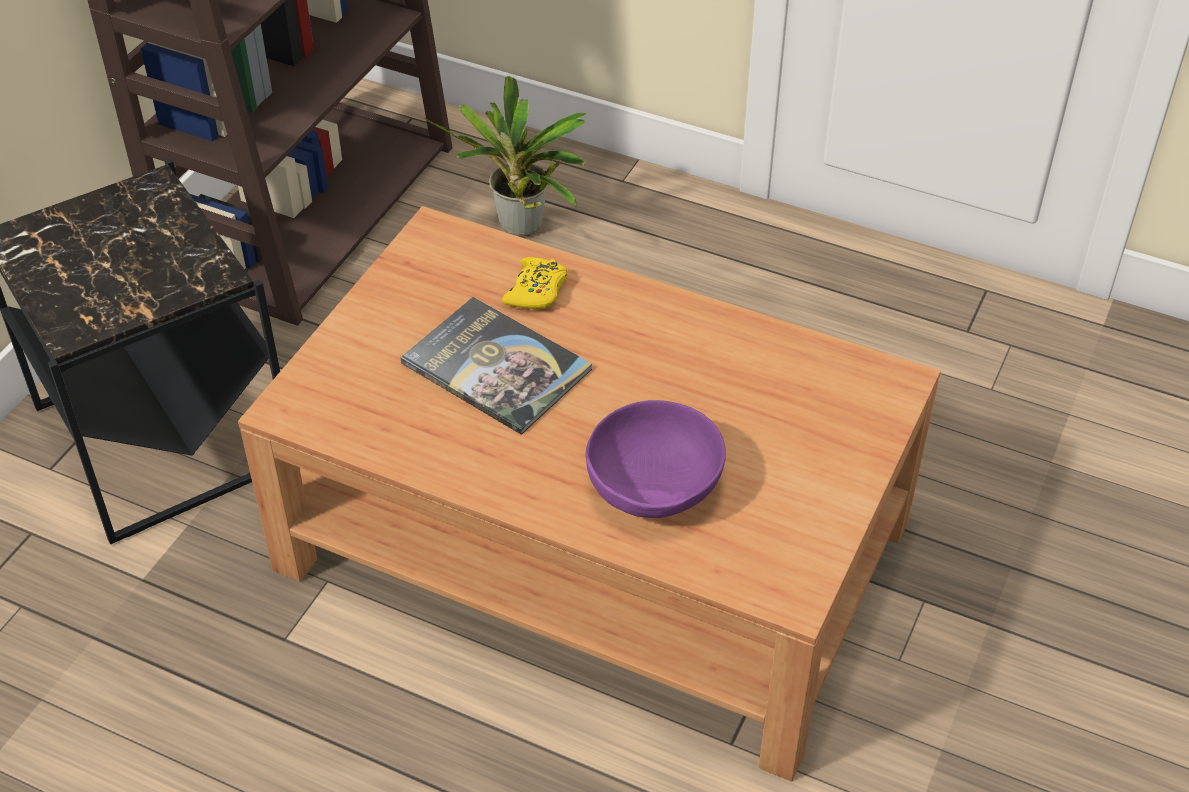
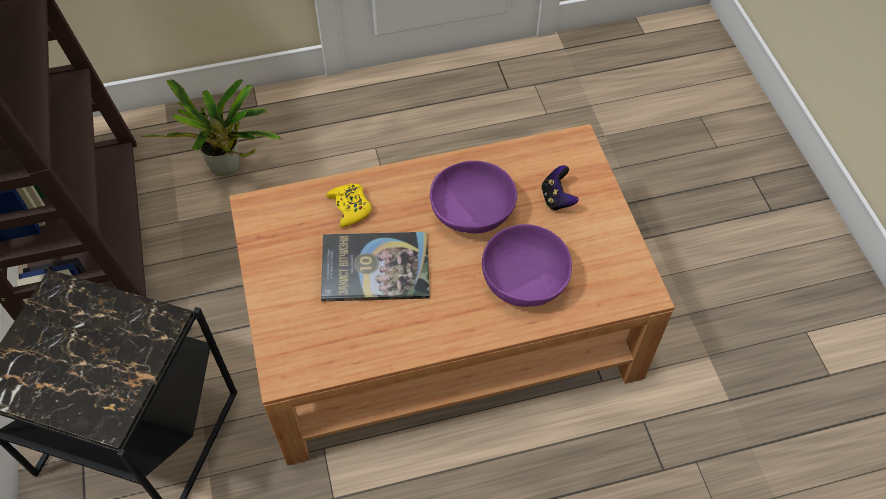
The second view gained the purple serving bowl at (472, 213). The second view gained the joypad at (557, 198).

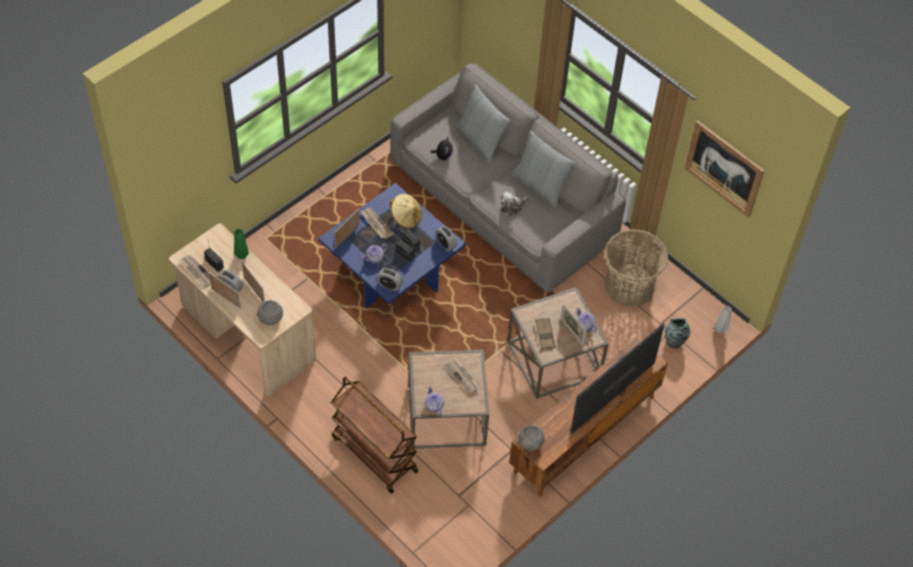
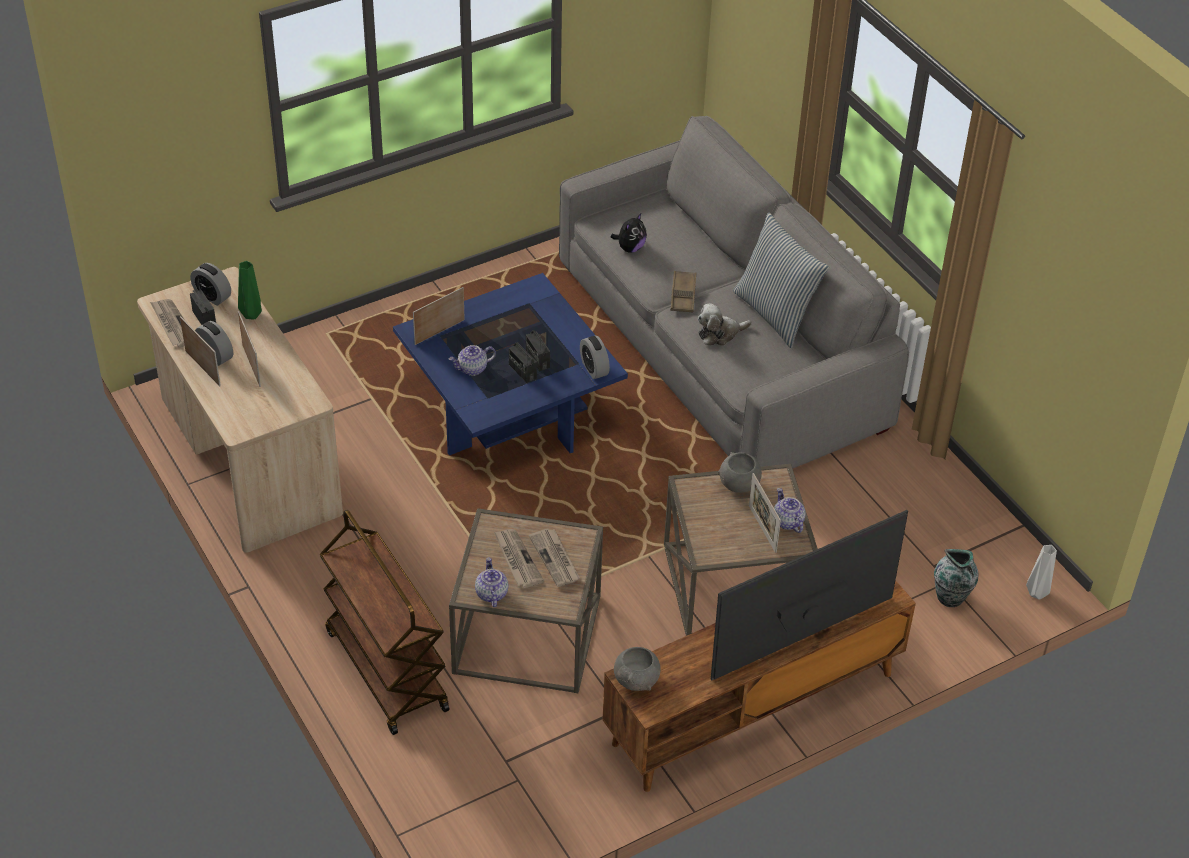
The second view lost the beige-coloured wearable hat at (406, 218). The second view lost the cushion at (481, 141). The second view lost the household basket at (629, 285). The second view lost the wall picture at (724, 168). The grey serving bowl ended up elsewhere, having gone from (270, 318) to (739, 484). The printed paper ended up elsewhere, having gone from (376, 224) to (516, 559). The alarm clock ended up elsewhere, having gone from (389, 285) to (212, 296). The brown tray ended up elsewhere, having gone from (545, 335) to (683, 295).

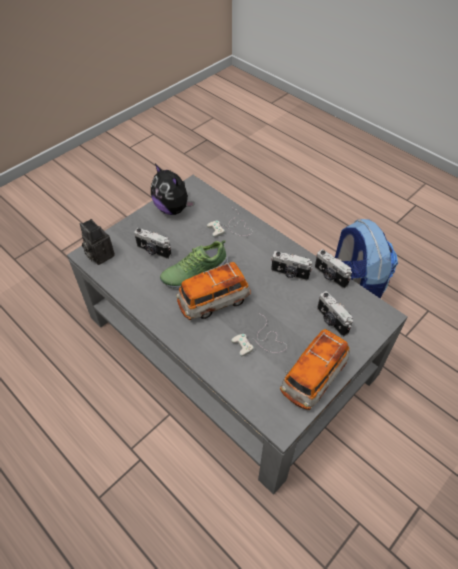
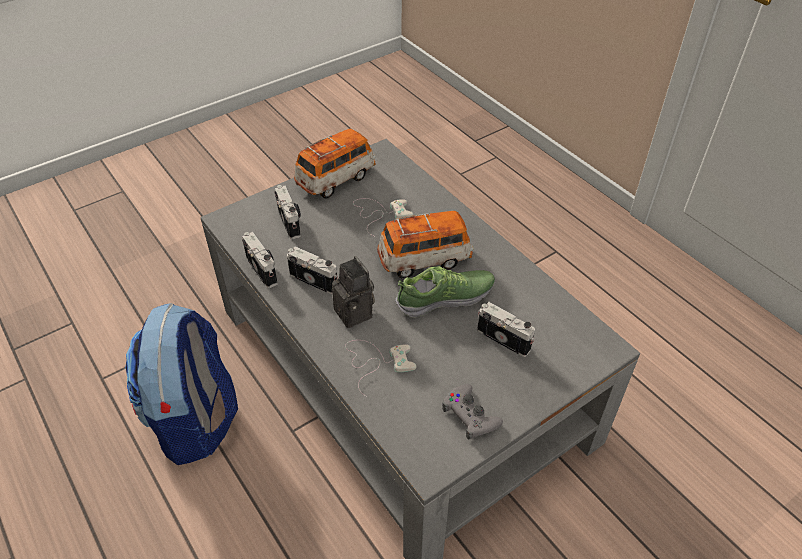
The photo camera ended up elsewhere, having gone from (99, 255) to (356, 314). Where the soft toy stood at (173, 208), the grey joypad came to stand at (470, 415).

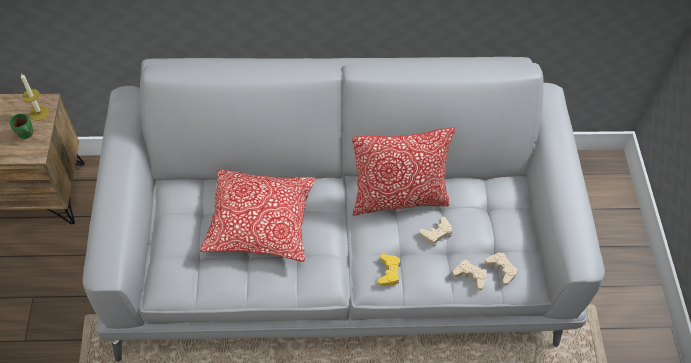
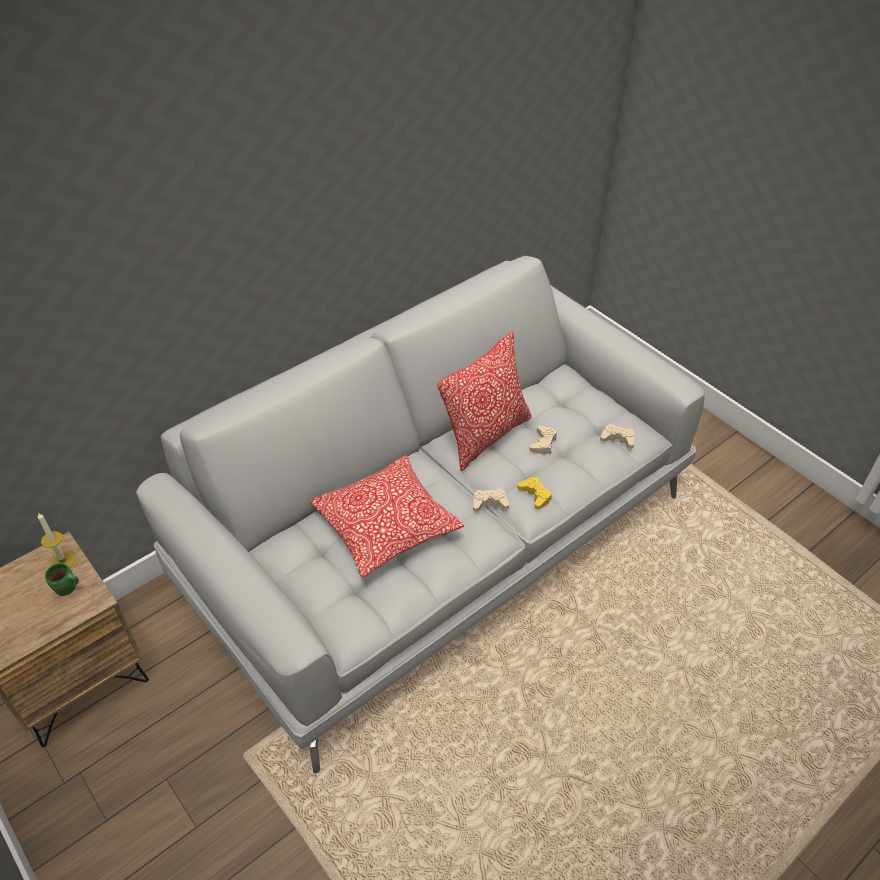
The beige-coloured joypad ended up elsewhere, having gone from (470, 276) to (489, 503).

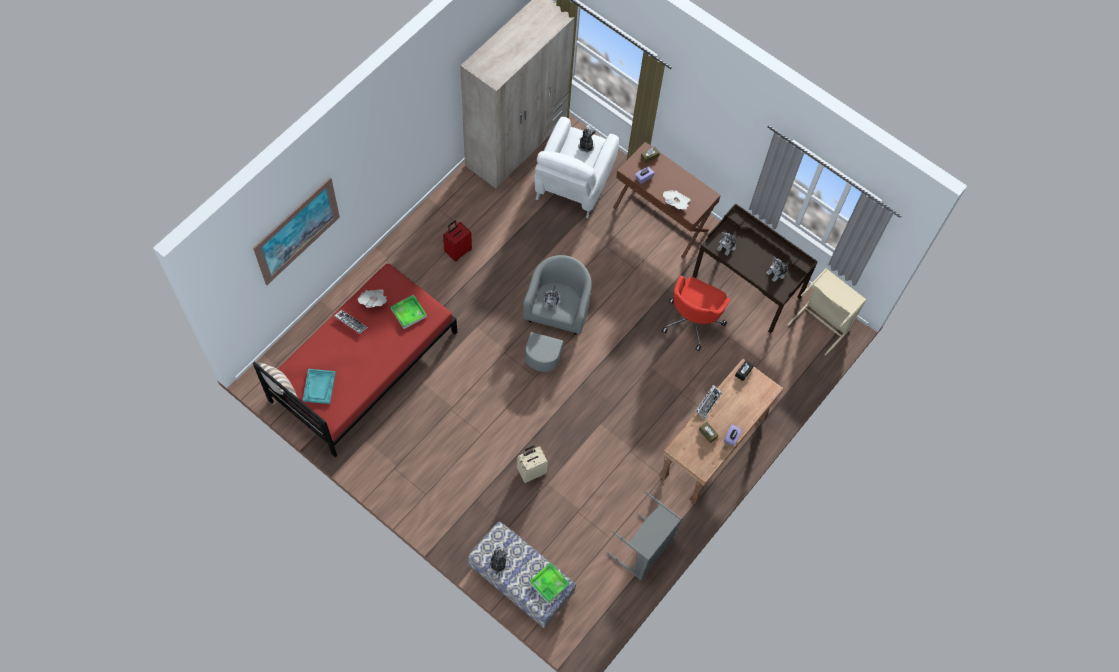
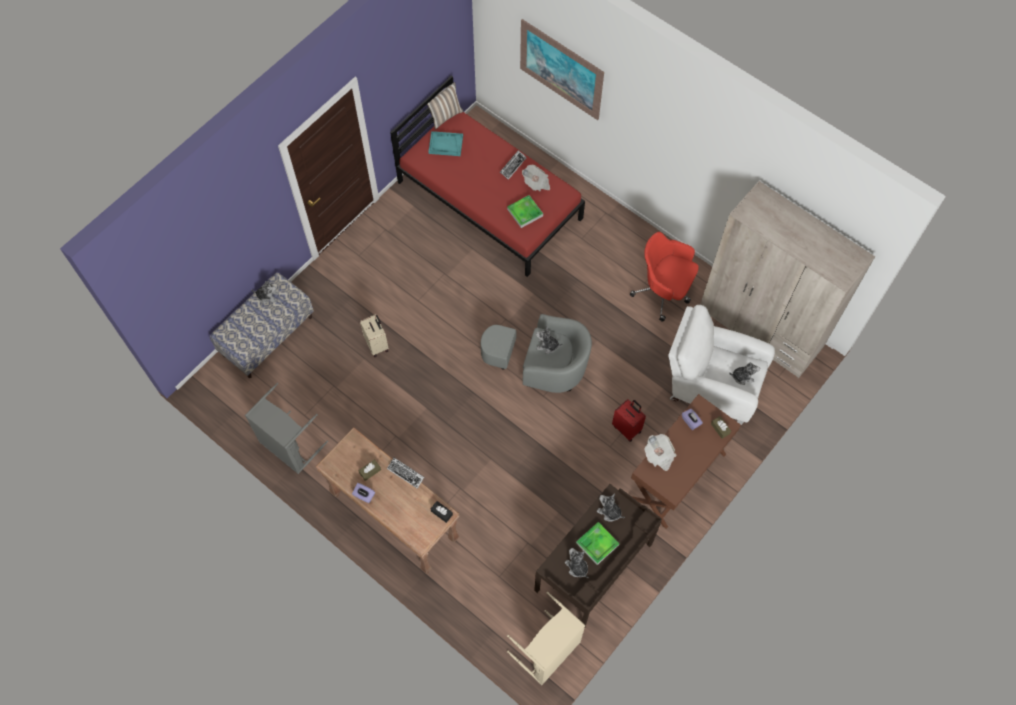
The red suitcase ended up elsewhere, having gone from (458, 251) to (627, 428). The tray ended up elsewhere, having gone from (549, 583) to (597, 544). The red desk chair ended up elsewhere, having gone from (693, 320) to (663, 291).

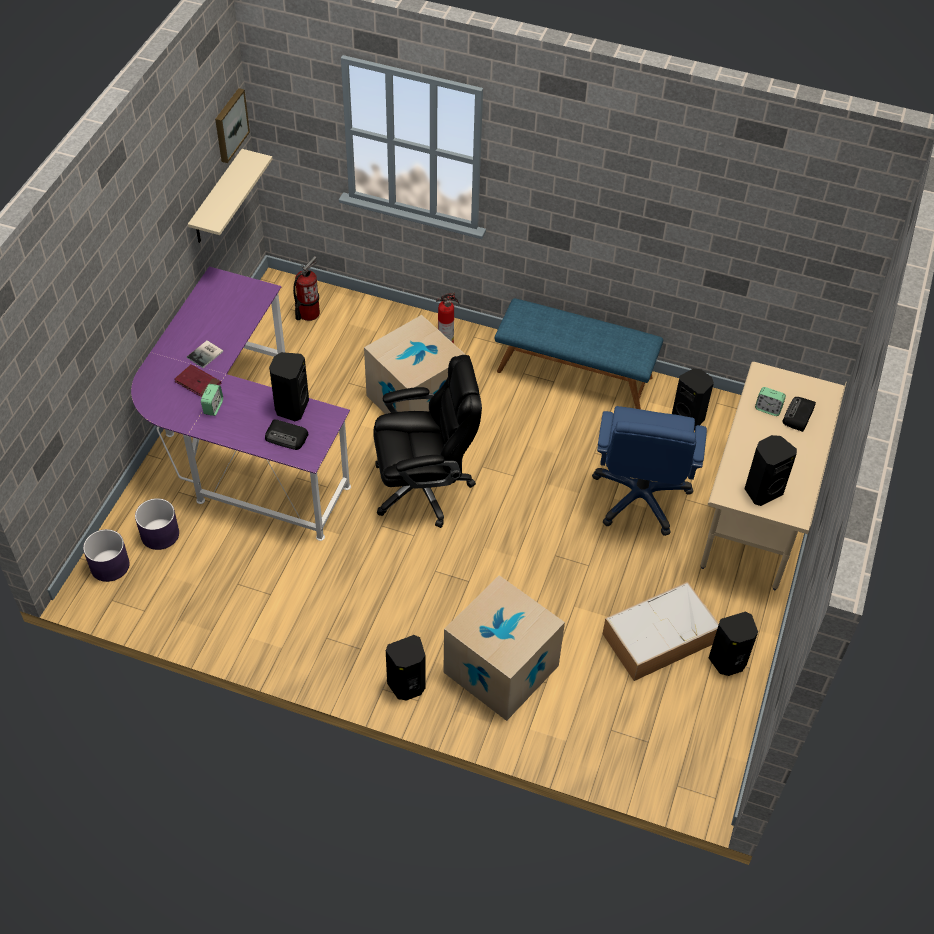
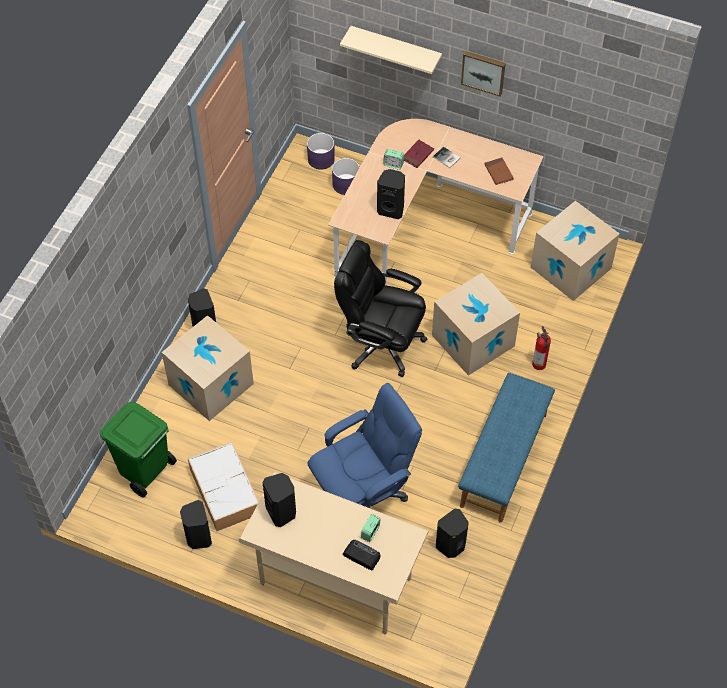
The second view lost the radio receiver at (287, 437). The second view gained the green waste bin at (145, 471). The second view gained the brown volume at (498, 172). The beige-coloured shelf ended up elsewhere, having gone from (217, 198) to (395, 49). The wall picture ended up elsewhere, having gone from (230, 125) to (483, 72). Where the extinguisher stood at (308, 313), the carton came to stand at (570, 268). What was the purple desk at (240, 448) turned into the beige-coloured desk at (424, 227). The black desk chair at (424, 487) ended up facing another way, 120 degrees clockwise from before. The bluish desk chair at (640, 497) ended up facing another way, 135 degrees clockwise from before.

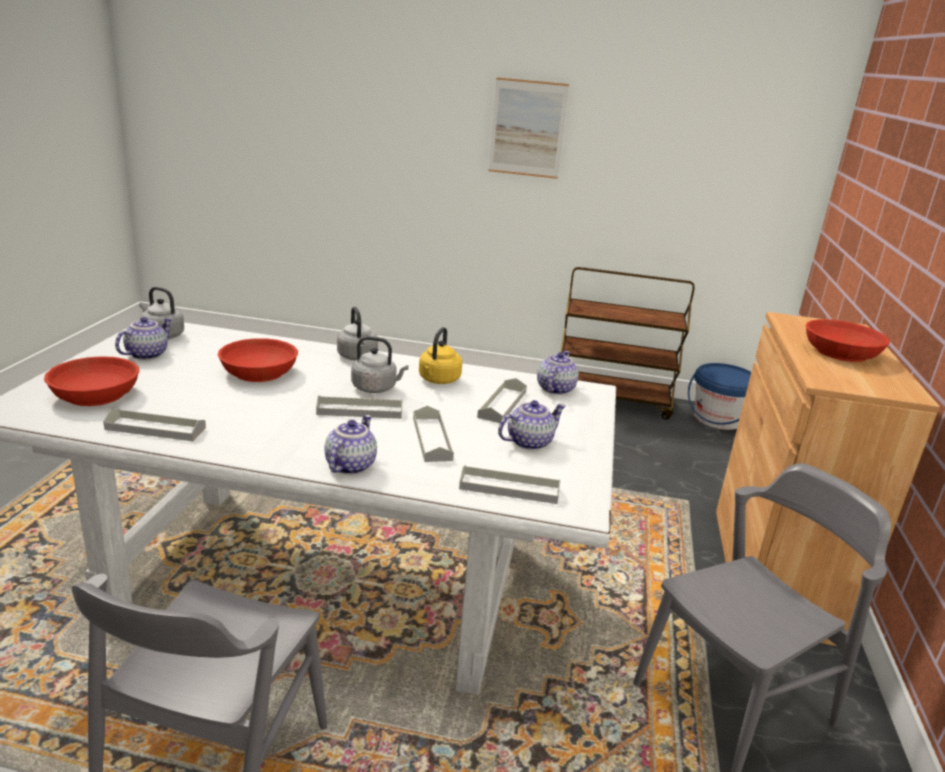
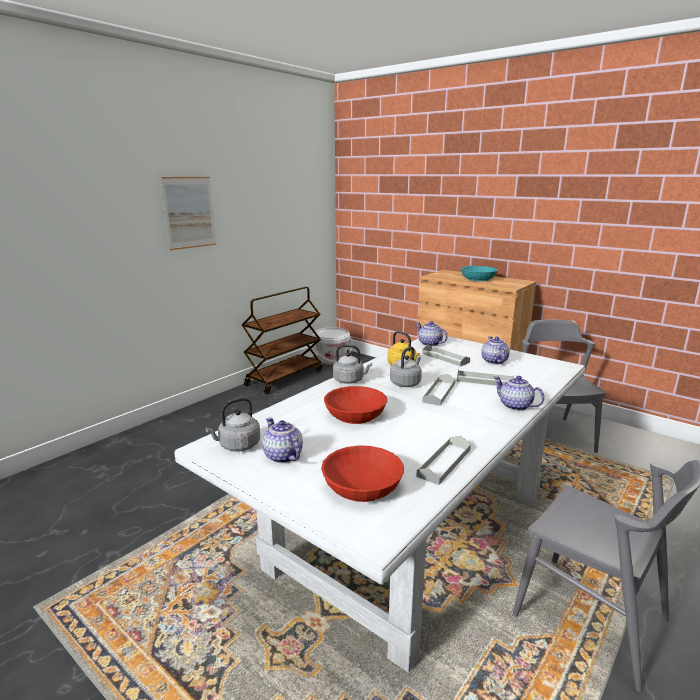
The second view lost the grey tray at (509, 488). What was the bluish bucket at (718, 419) turned into the white bucket at (332, 359). What was the red serving bowl at (840, 352) turned into the turquoise-coloured serving bowl at (478, 279).

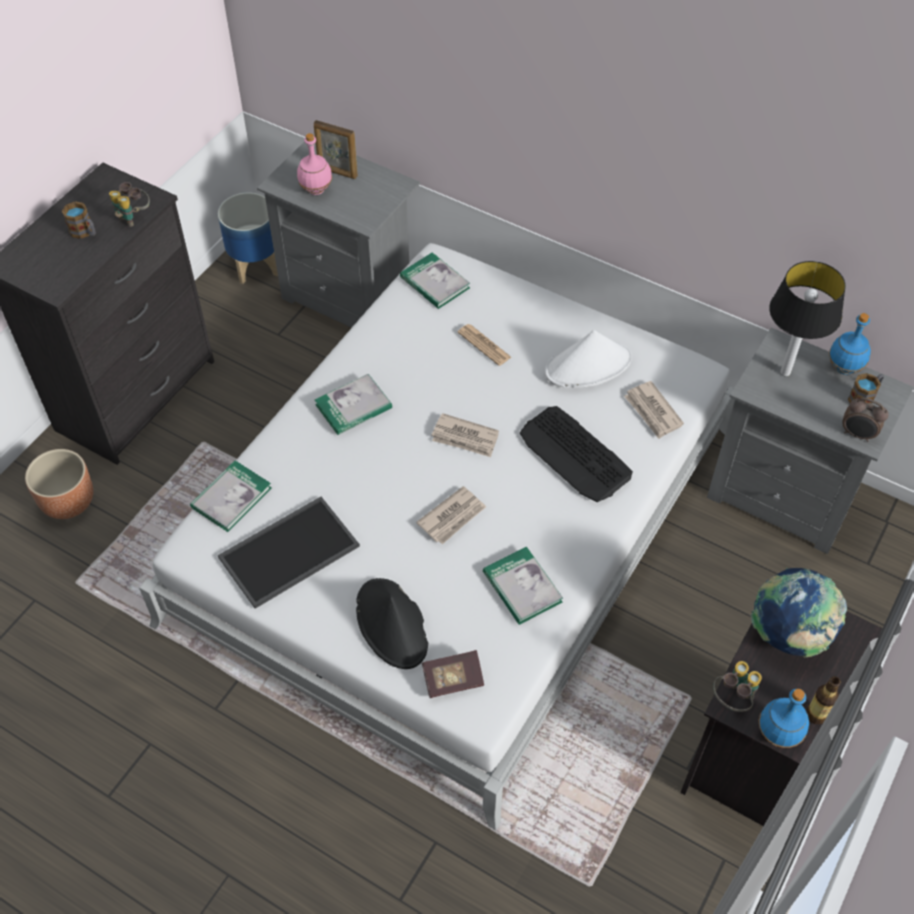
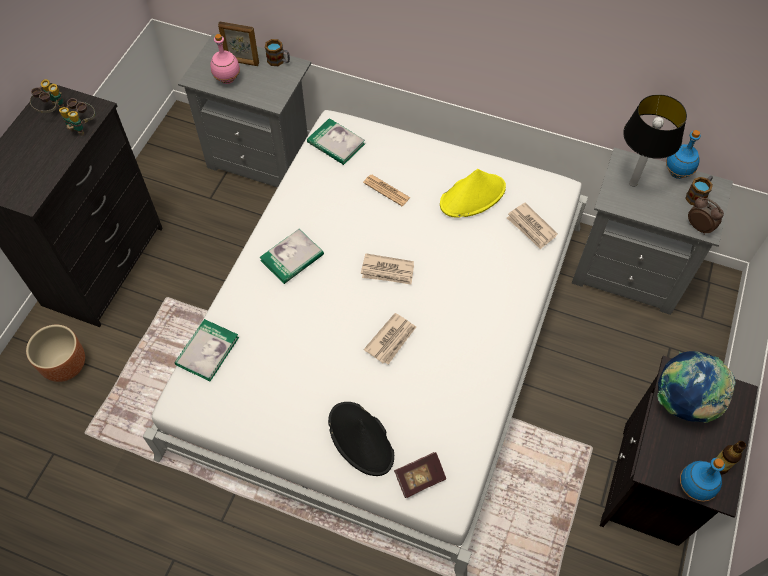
The second view lost the plant pot at (256, 266). The second view lost the tray at (289, 554). The second view lost the volume at (522, 587). The second view lost the computer keyboard at (575, 455). The coffee mug ended up elsewhere, having gone from (85, 232) to (279, 61). The field glasses ended up elsewhere, having gone from (733, 698) to (52, 111). What was the white wearable hat at (588, 365) turned into the yellowish wearable hat at (473, 196). The alarm clock at (857, 434) ended up facing another way, 150 degrees counterclockwise from before.

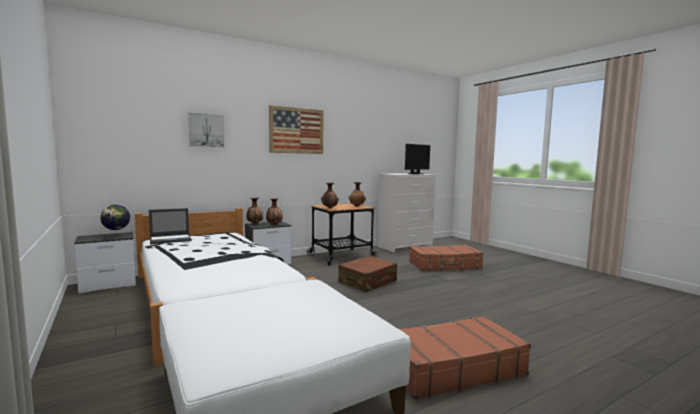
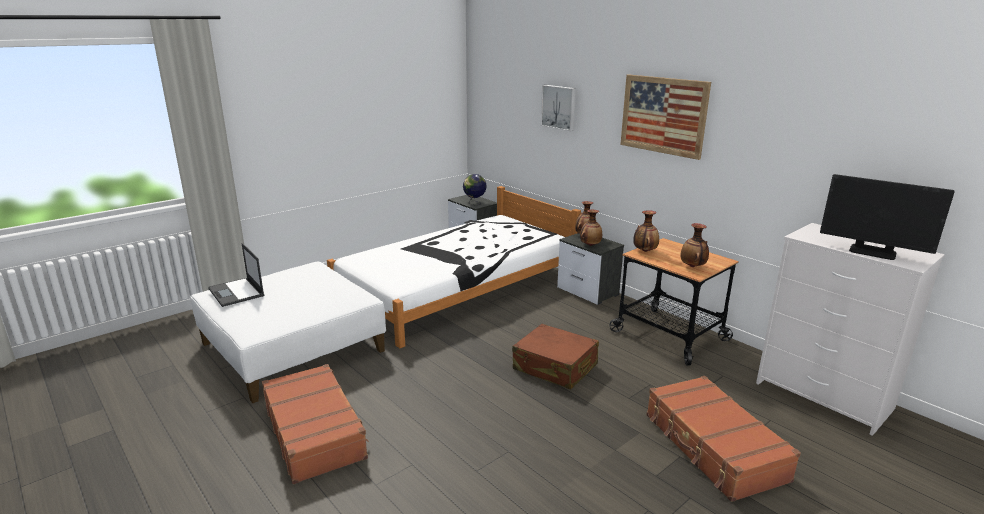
The notebook computer ended up elsewhere, having gone from (171, 239) to (236, 292).

